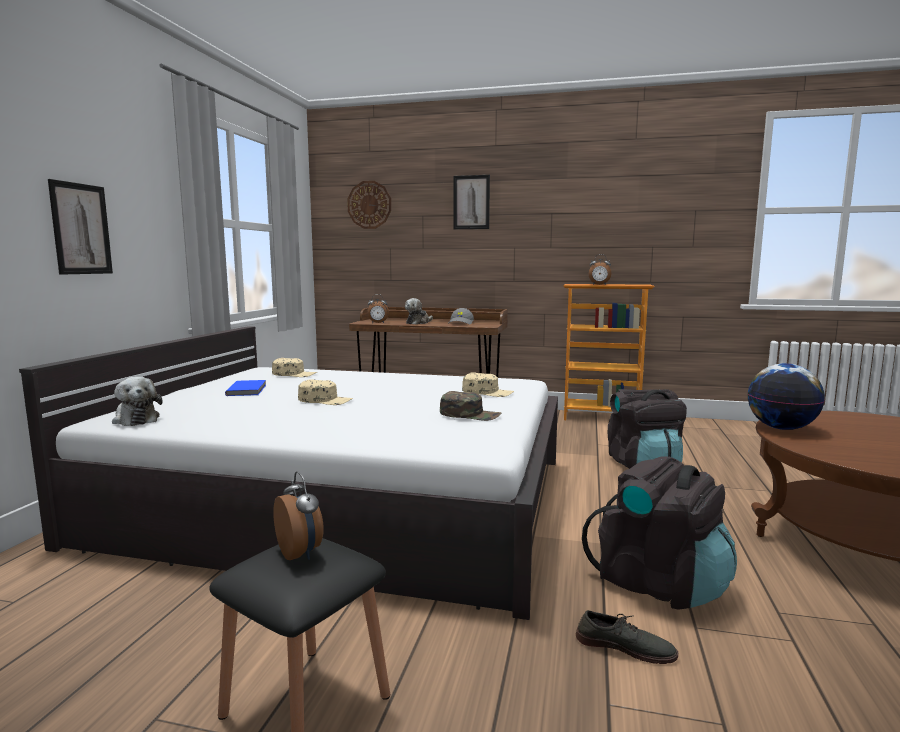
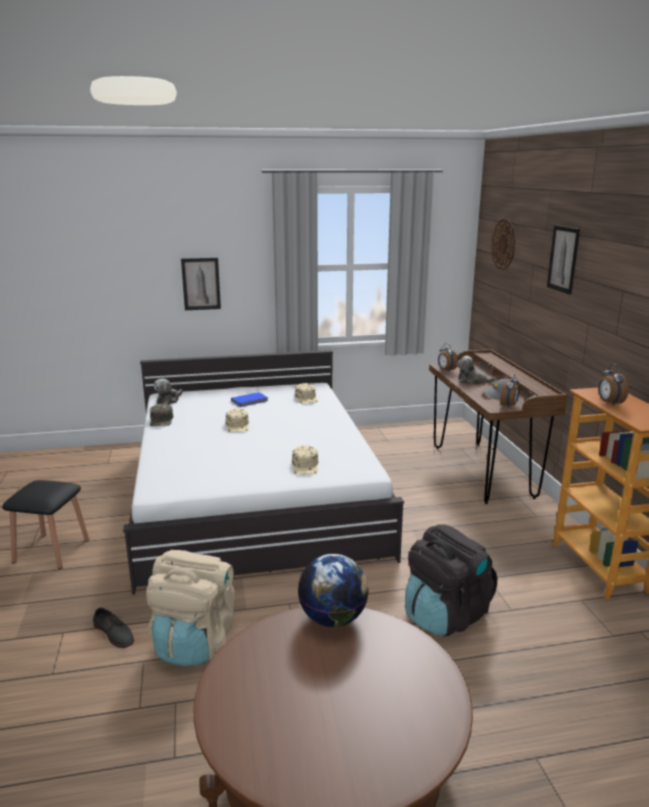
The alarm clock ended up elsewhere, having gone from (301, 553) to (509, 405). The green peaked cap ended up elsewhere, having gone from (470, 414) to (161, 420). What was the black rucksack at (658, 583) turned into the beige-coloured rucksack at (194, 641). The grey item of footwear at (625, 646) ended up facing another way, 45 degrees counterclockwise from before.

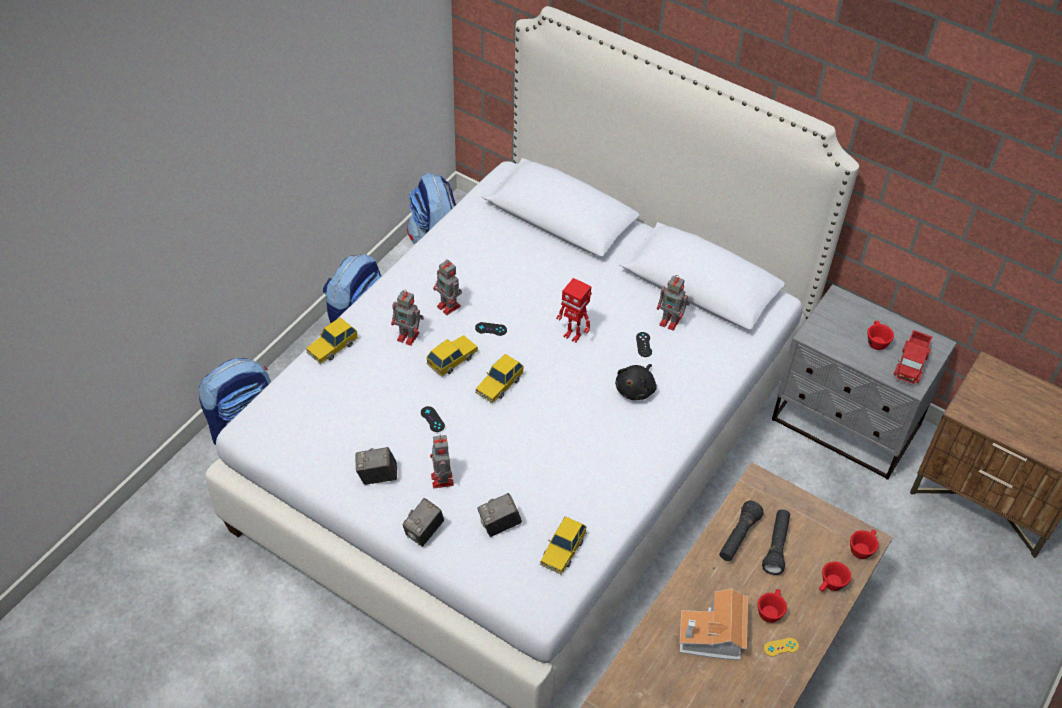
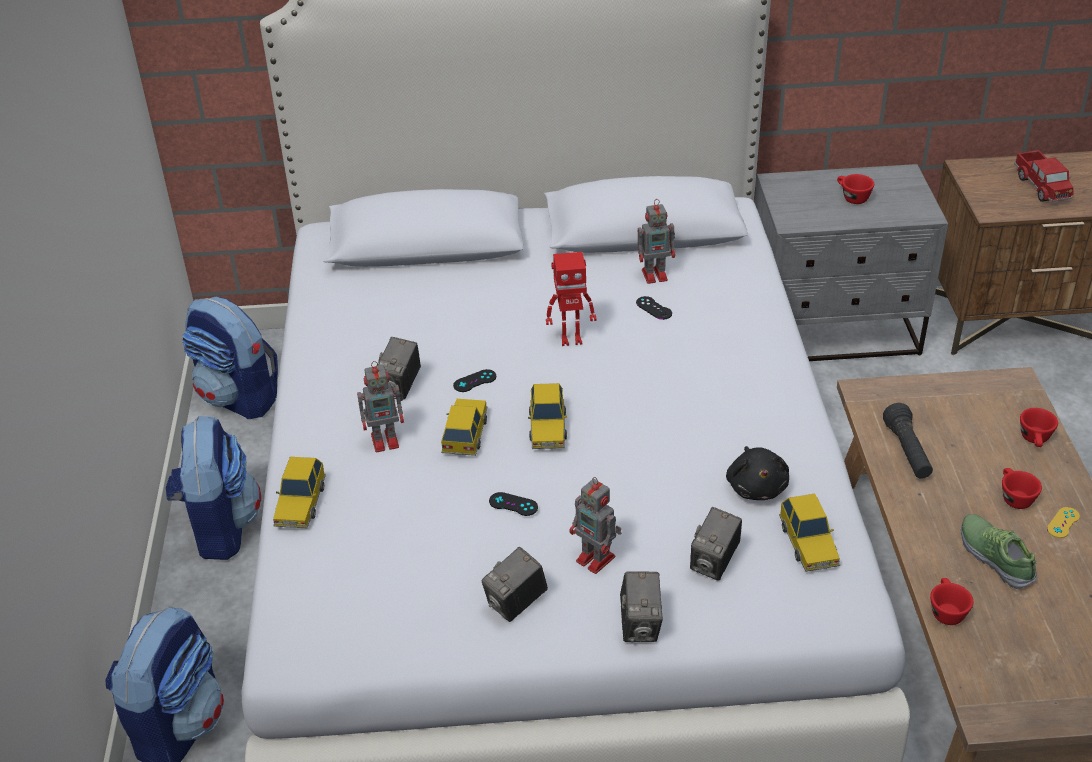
The second view lost the black hand torch at (776, 546). The black soft toy ended up elsewhere, having gone from (636, 389) to (756, 486). The red small cup ended up elsewhere, having gone from (862, 548) to (945, 610). The model truck ended up elsewhere, having gone from (911, 364) to (1042, 186). Where the robot figure stood at (449, 307), the photo camera came to stand at (400, 386). Where the toy house stood at (712, 637), the item of footwear came to stand at (995, 557).

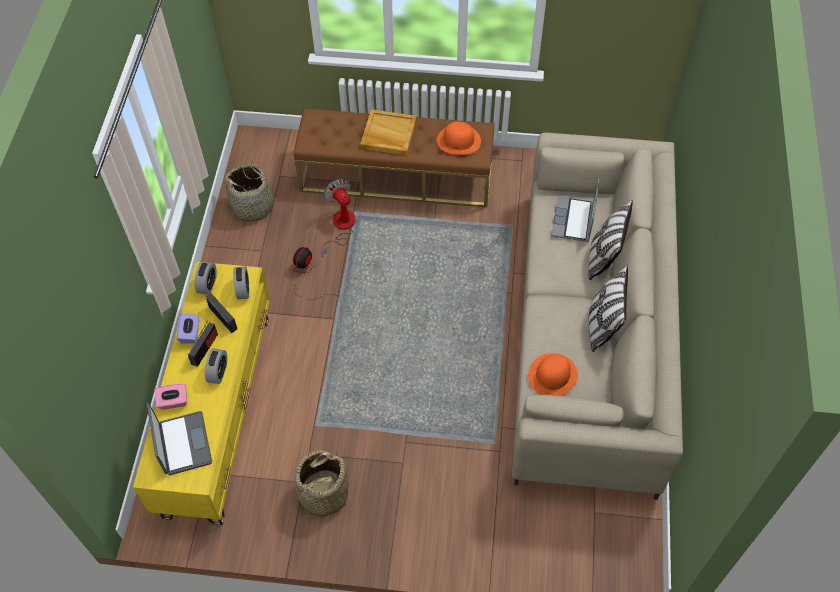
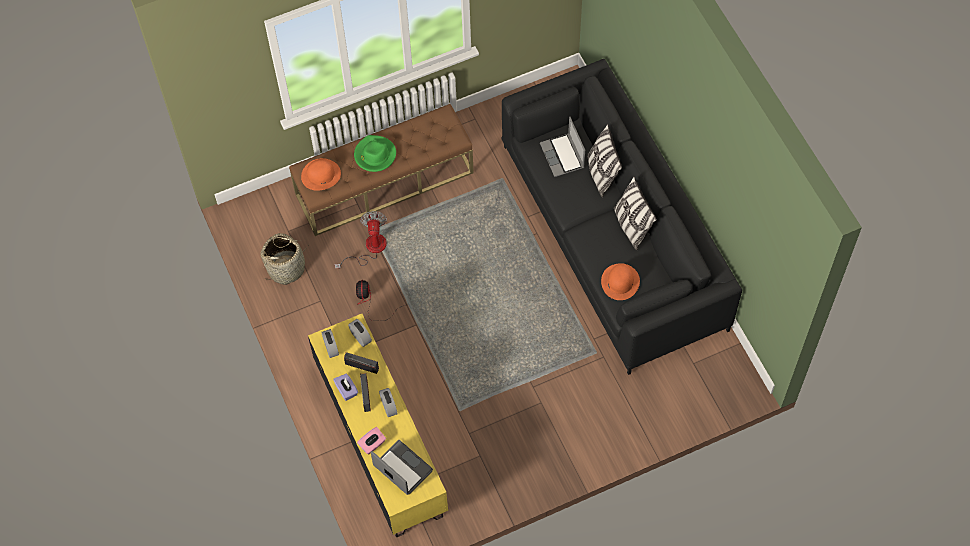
The second view lost the household basket at (323, 494). The orangey wearable hat ended up elsewhere, having gone from (459, 140) to (321, 175). Where the beige-coloured tray stood at (388, 134), the green wearable hat came to stand at (374, 155). What was the beige-coloured couch at (588, 335) turned into the black couch at (613, 236). The electric fan at (340, 227) ended up facing another way, 60 degrees clockwise from before.

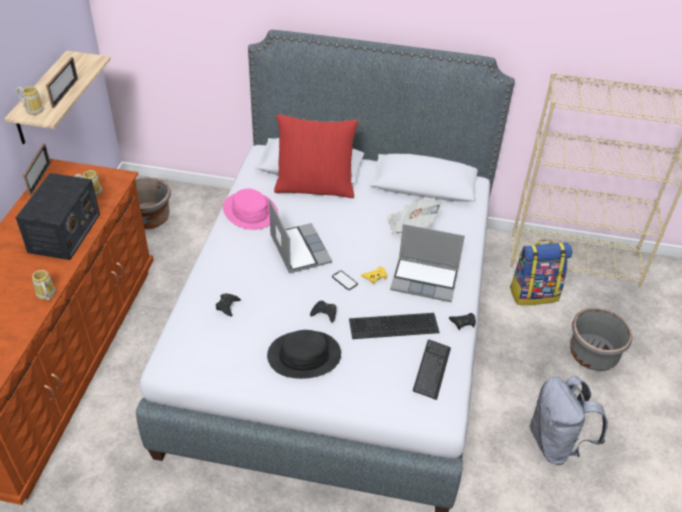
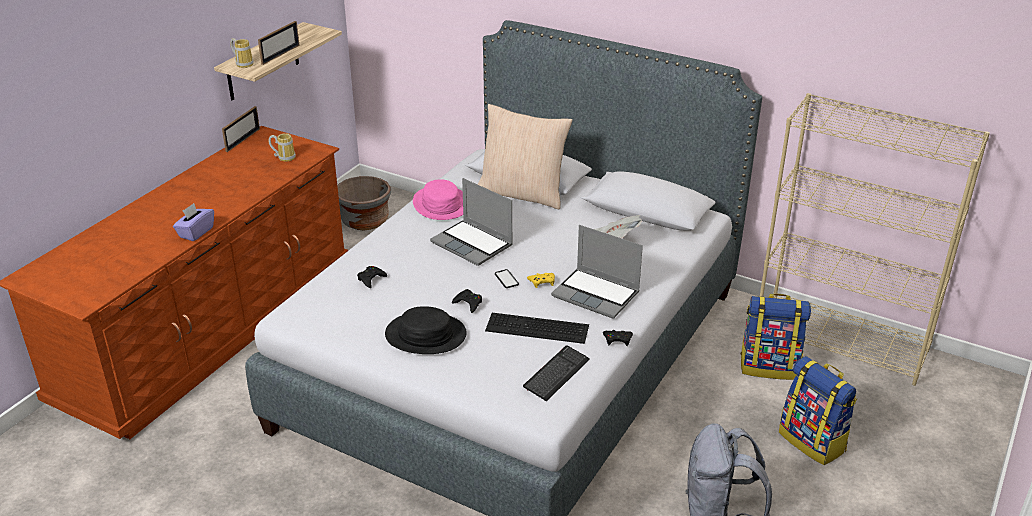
The second view lost the radio receiver at (64, 233). Where the coffee mug stood at (45, 295), the purple tissue holder came to stand at (196, 232). Where the grey plant pot stood at (592, 354), the rucksack came to stand at (813, 442). What was the red cushion at (315, 187) turned into the beige-coloured cushion at (523, 193). The notebook computer at (298, 249) ended up facing another way, 135 degrees clockwise from before.

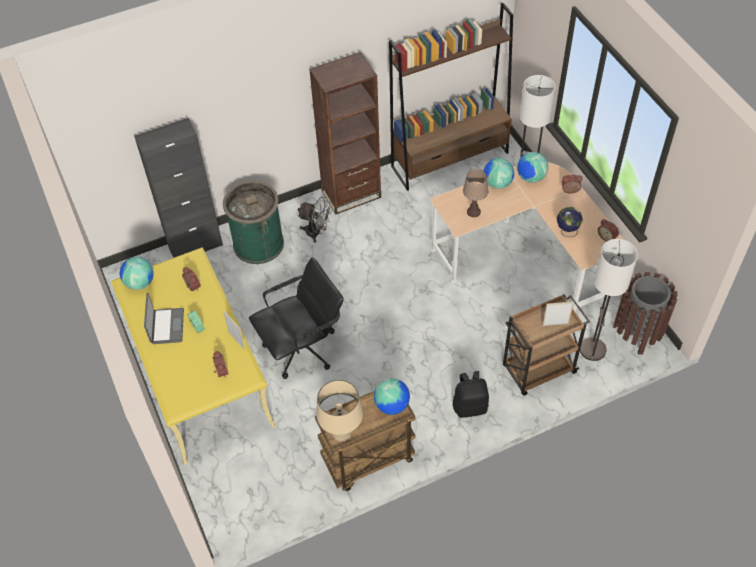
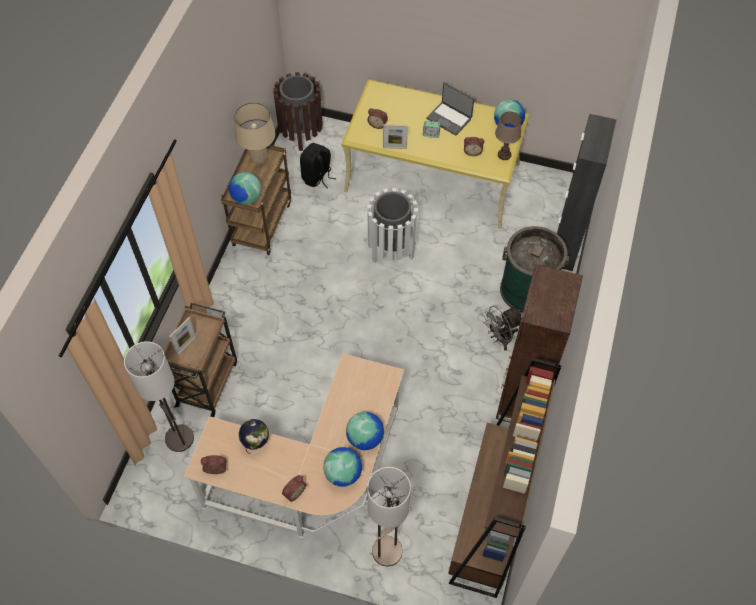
The black rucksack ended up elsewhere, having gone from (470, 406) to (317, 177). The brown lamp for a table ended up elsewhere, having gone from (473, 212) to (504, 154). The brown waste bin ended up elsewhere, having gone from (637, 333) to (301, 133). Where the black desk chair stood at (302, 348), the white waste bin came to stand at (391, 249).

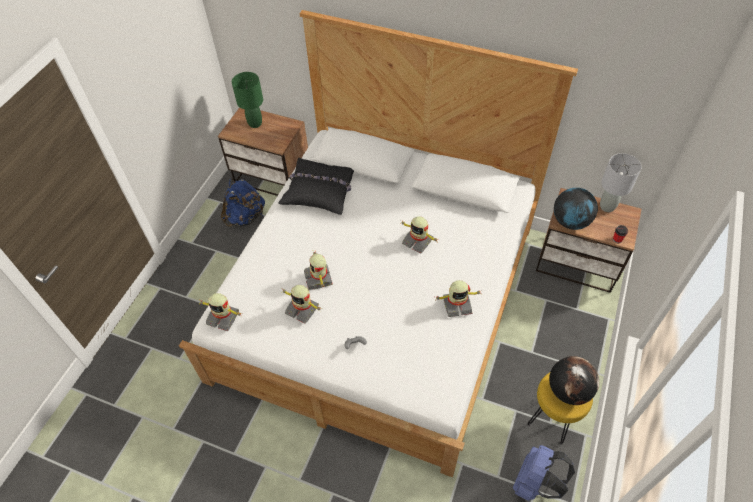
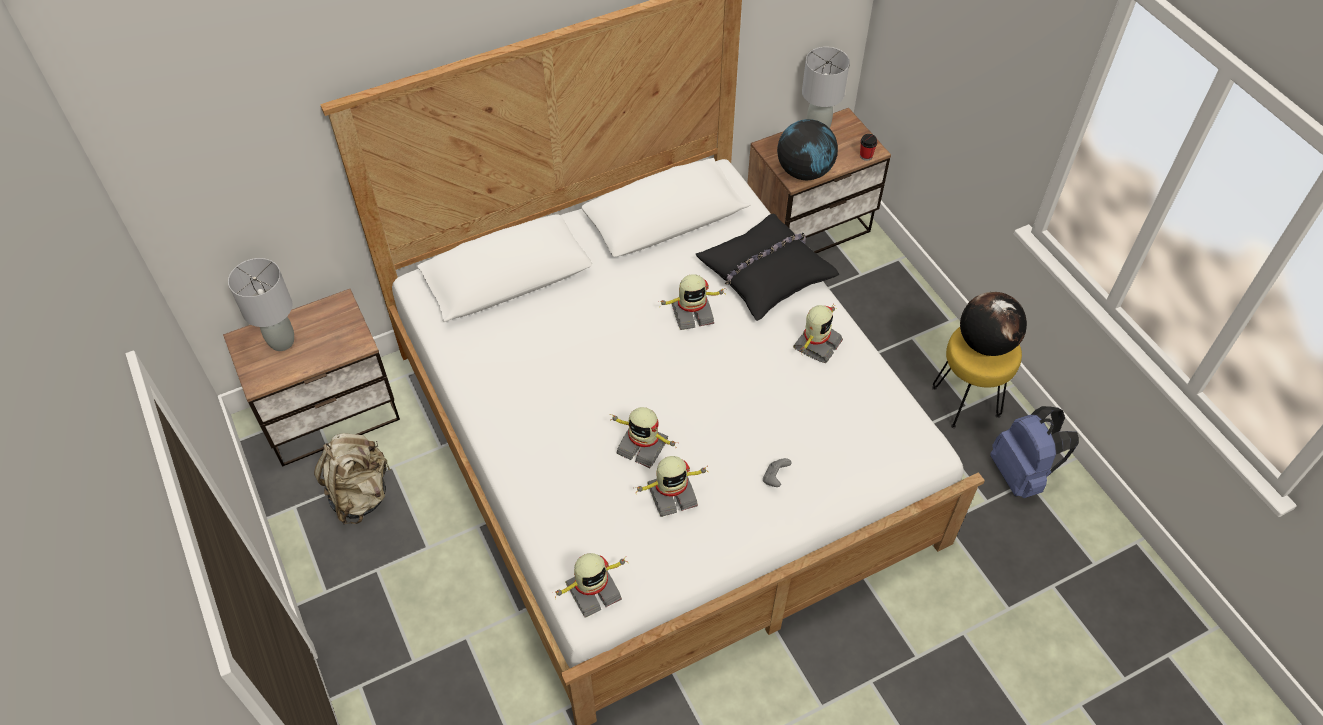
The black cushion ended up elsewhere, having gone from (320, 191) to (765, 273). What was the bluish rucksack at (245, 217) turned into the beige-coloured rucksack at (360, 494). What was the green lamp for a table at (255, 123) turned into the grey lamp for a table at (282, 342).

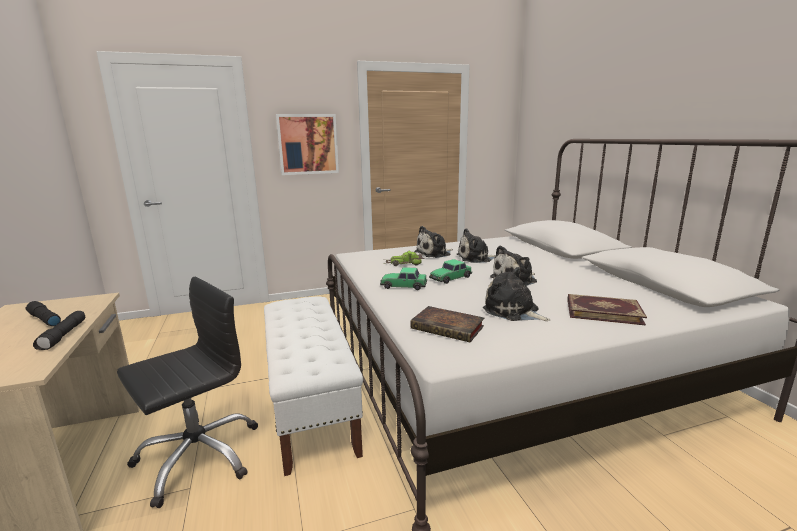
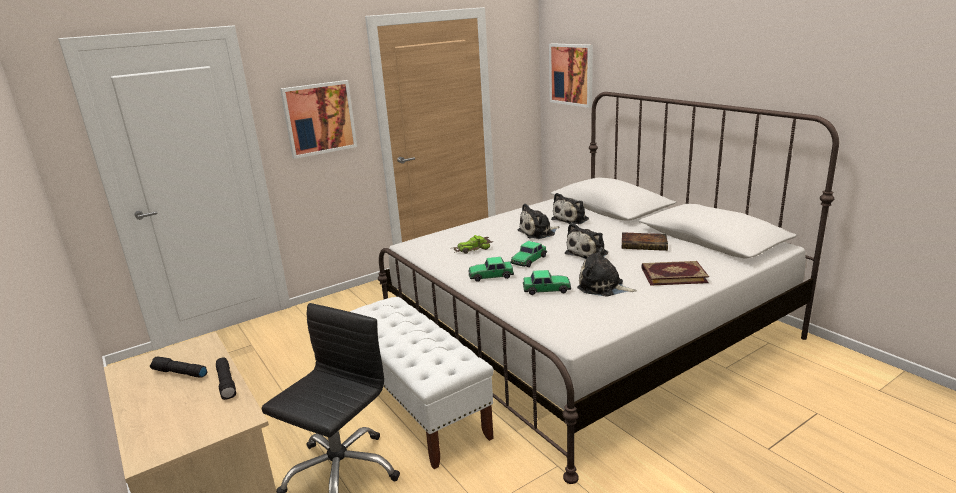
The second view gained the model car at (547, 289). The second view gained the wall picture at (571, 74). The volume ended up elsewhere, having gone from (449, 328) to (645, 244). The soft toy ended up elsewhere, having gone from (434, 253) to (571, 219).

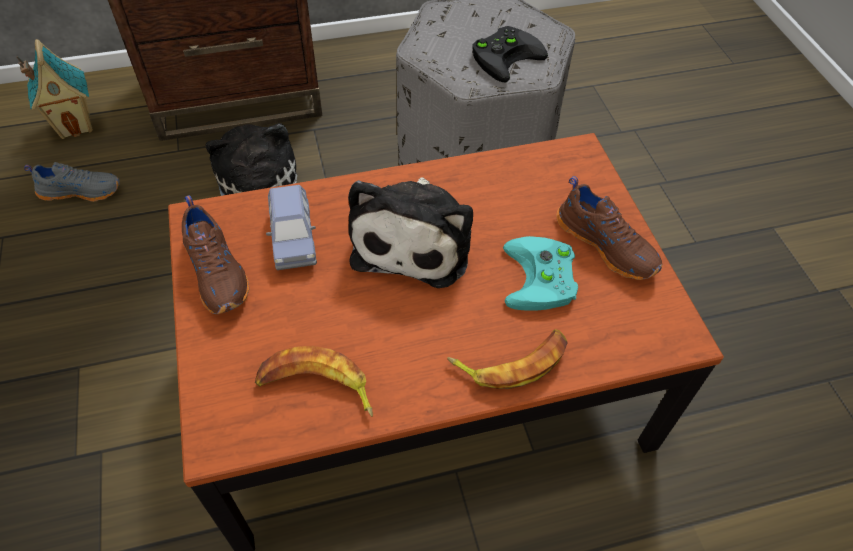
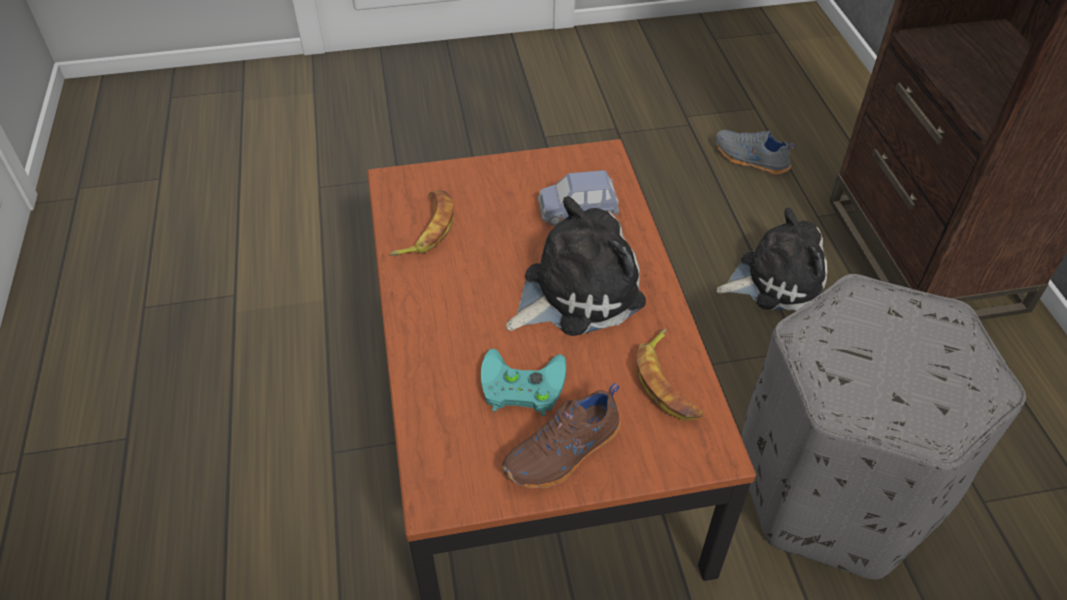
The second view lost the toy house at (76, 125). The second view lost the brown item of footwear at (218, 272). The second view lost the black joypad at (506, 55). The banana ended up elsewhere, having gone from (512, 362) to (668, 382). The grey item of footwear at (81, 190) ended up facing another way, 120 degrees clockwise from before. The soft toy at (414, 240) ended up facing another way, 135 degrees clockwise from before.

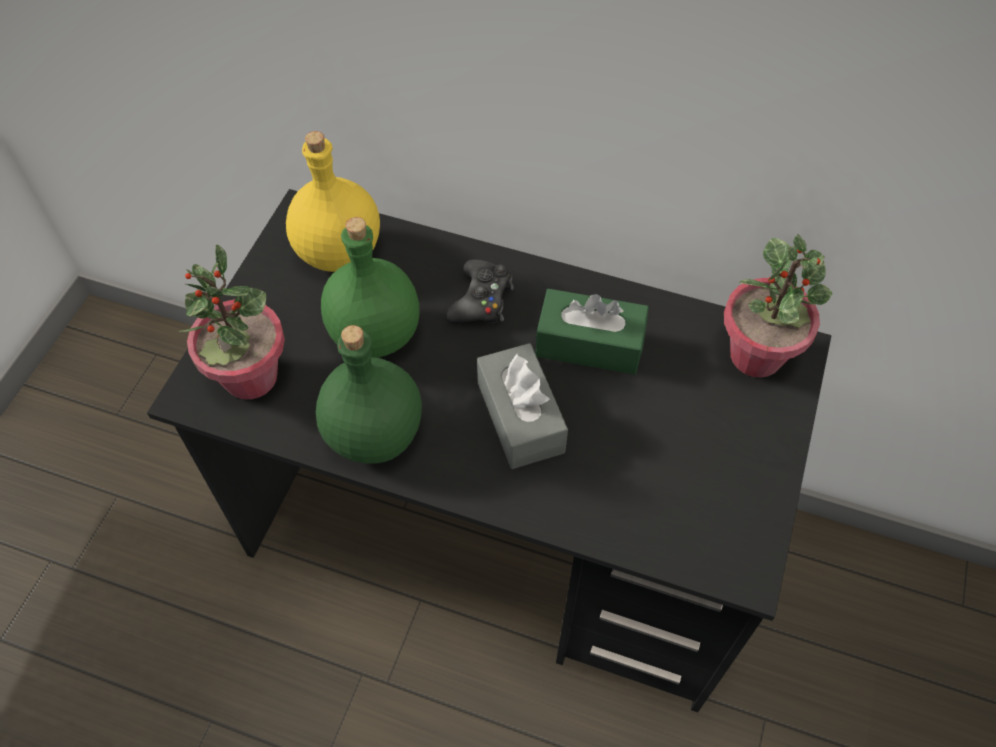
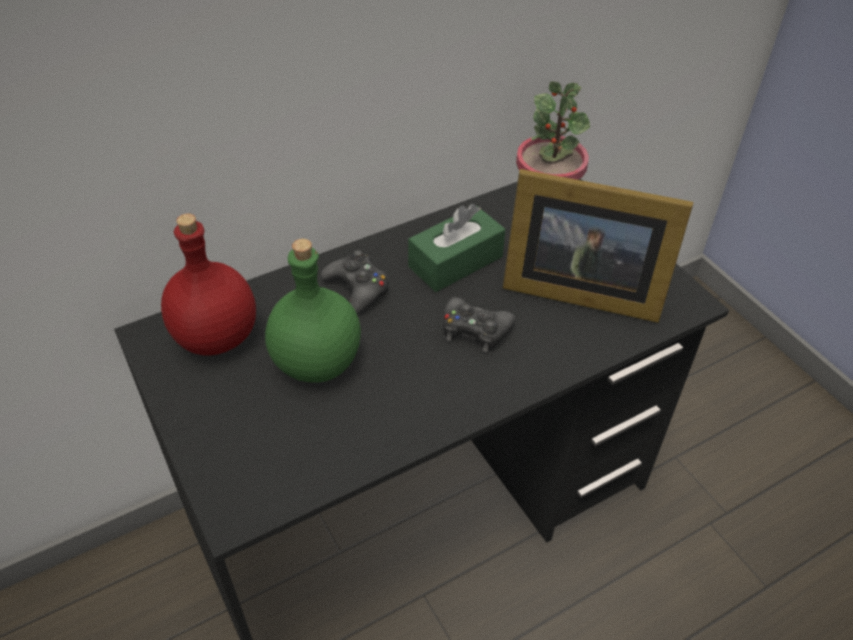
The second view lost the plant in a pot at (250, 377). The second view lost the green drink bottle at (373, 435). The second view gained the picture frame at (577, 289). Where the grey tissue holder stood at (520, 417), the black joypad came to stand at (475, 330). What was the yellowish drink bottle at (338, 253) turned into the red drink bottle at (216, 338).

